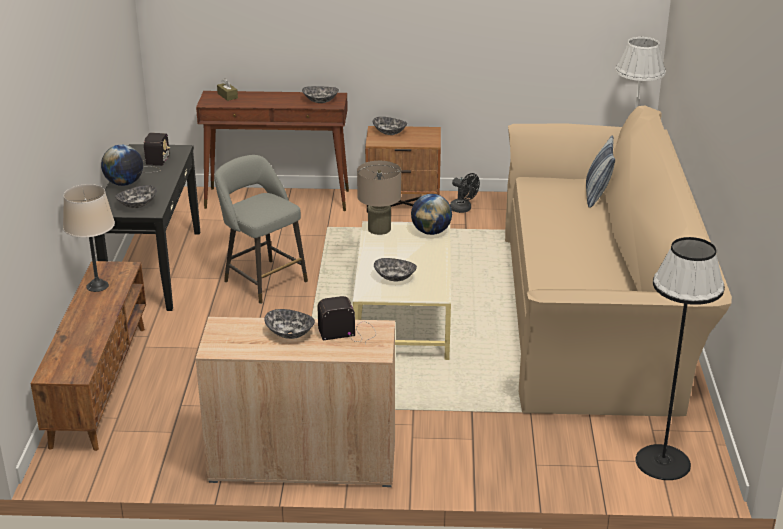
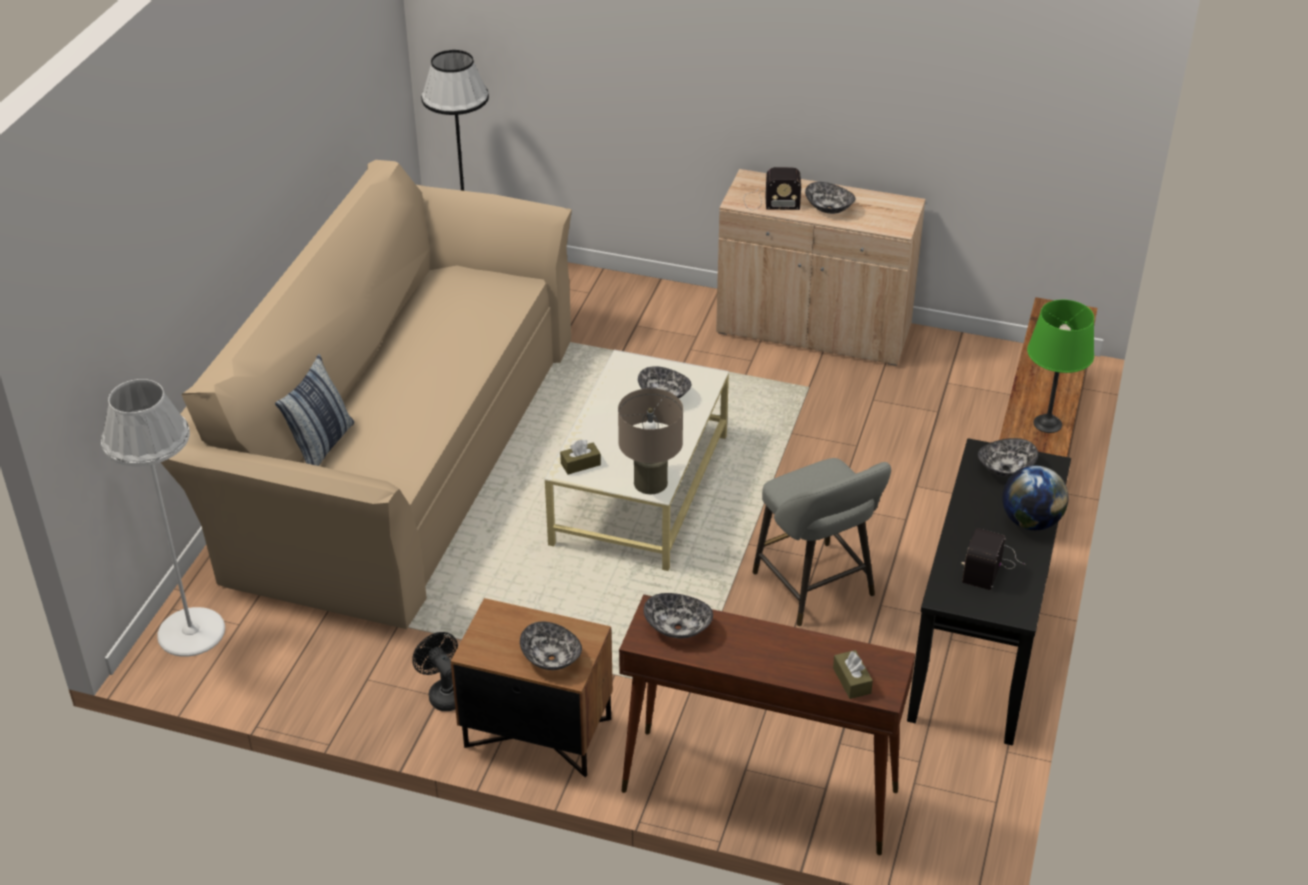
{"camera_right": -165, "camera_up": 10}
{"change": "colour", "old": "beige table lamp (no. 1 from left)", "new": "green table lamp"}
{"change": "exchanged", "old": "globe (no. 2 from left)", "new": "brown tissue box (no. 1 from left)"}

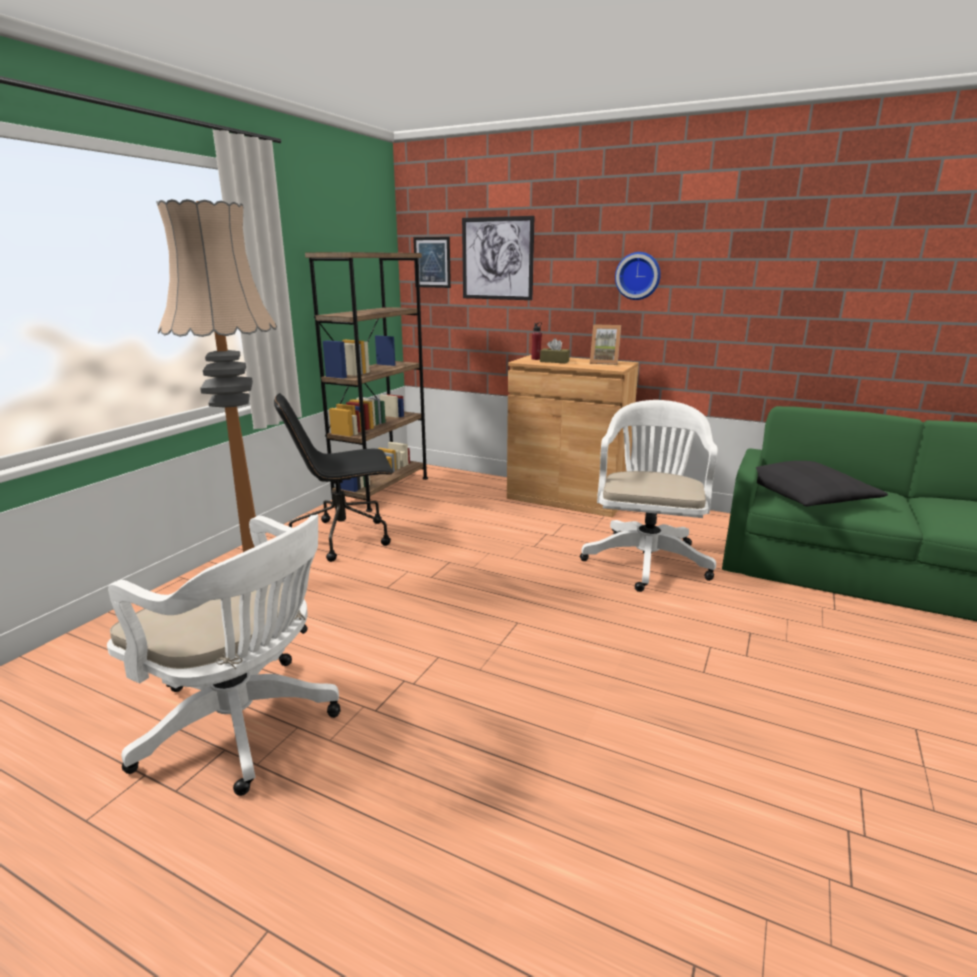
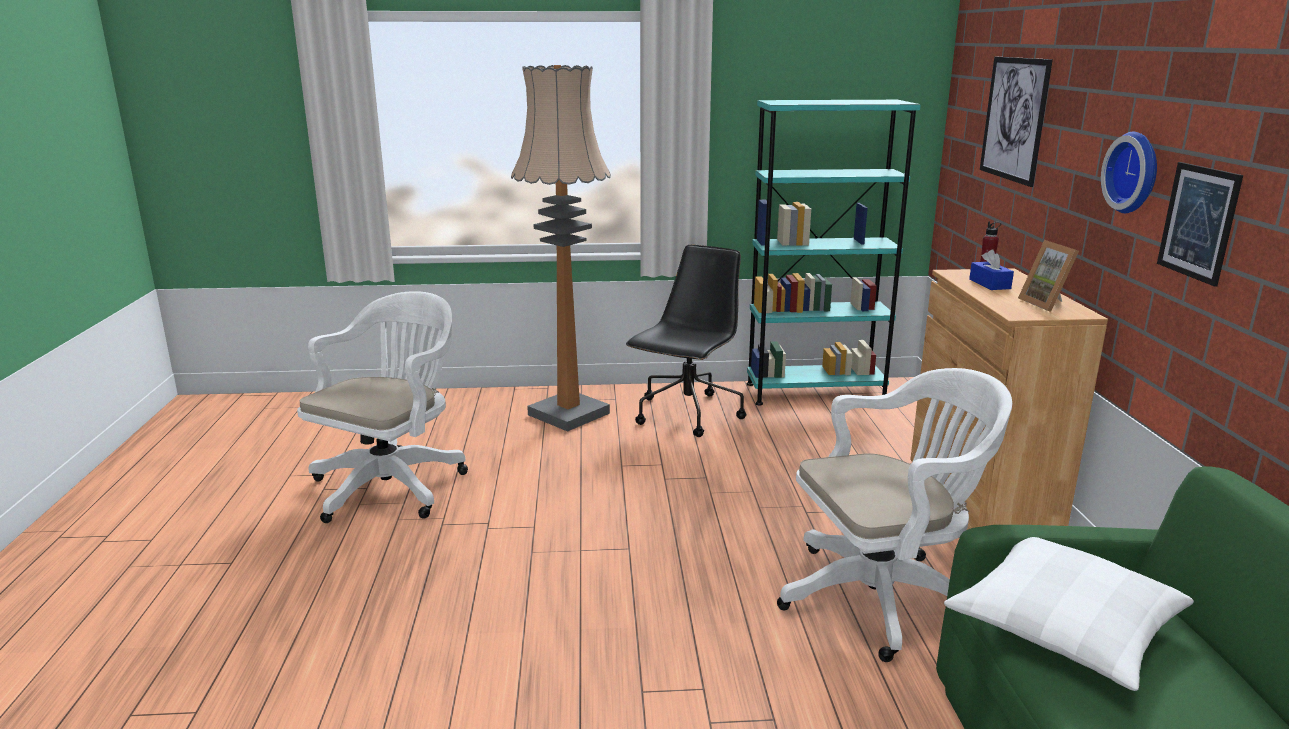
{"camera_right": 60, "camera_up": 0}
{"change": "spun", "old": "white office chair (no. 1 from left)", "degrees": -150}
{"change": "spun", "old": "black office chair", "degrees": 75}
{"change": "colour", "old": "brown bookcase", "new": "turquoise bookcase"}
{"change": "relocated", "old": "picture (no. 1 from left in the first image)", "new": "picture (no. 2 from left)"}
{"change": "colour", "old": "brown tissue box", "new": "blue tissue box"}
{"change": "colour", "old": "black pillow", "new": "white pillow"}

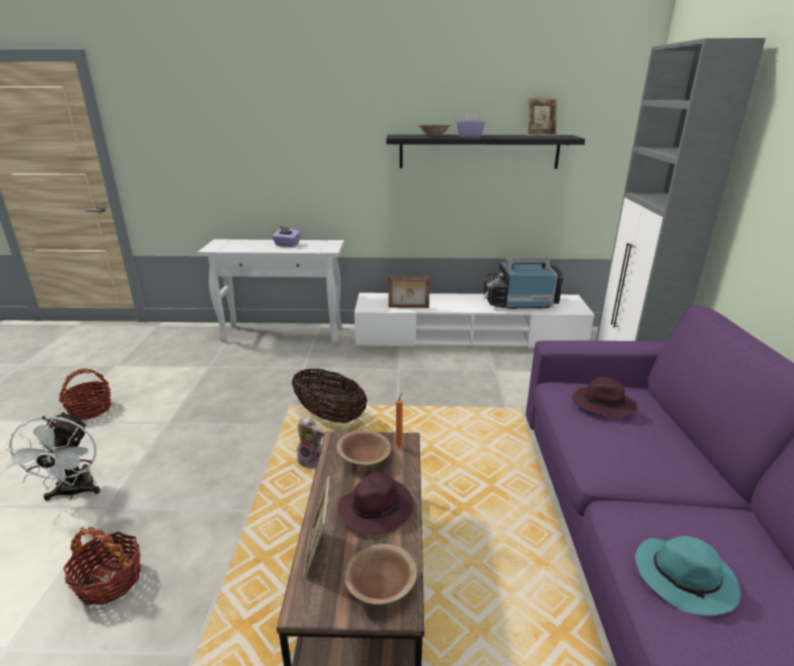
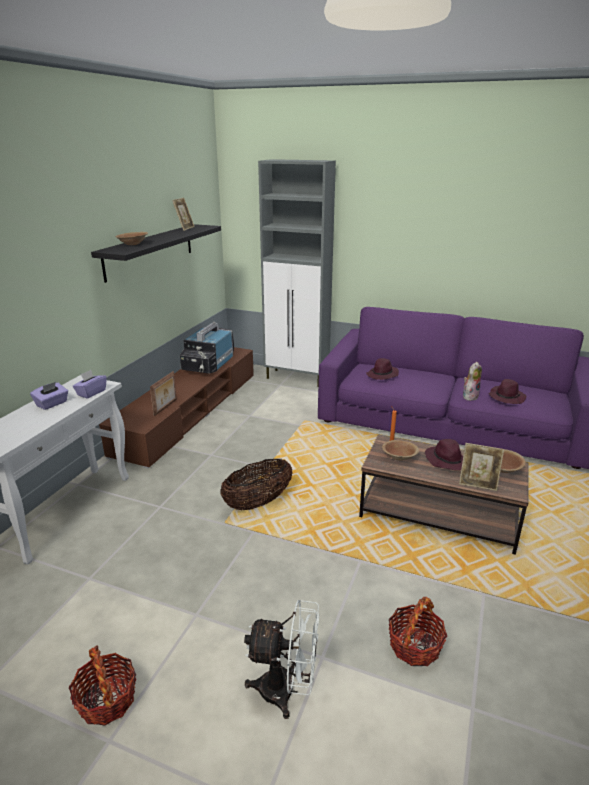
{"camera_right": -70, "camera_up": 0}
{"change": "relocated", "old": "plush toy"}
{"change": "colour", "old": "white tv stand", "new": "brown tv stand"}
{"change": "relocated", "old": "purple tissue box (no. 2 from left)"}
{"change": "colour", "old": "turquoise hat", "new": "purple hat (no. 3 from left)"}

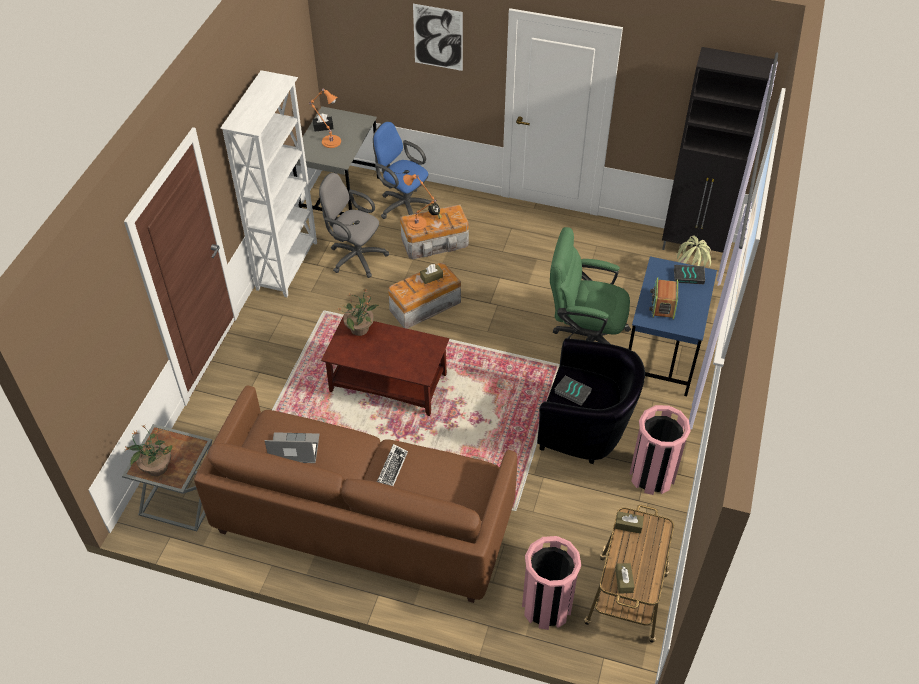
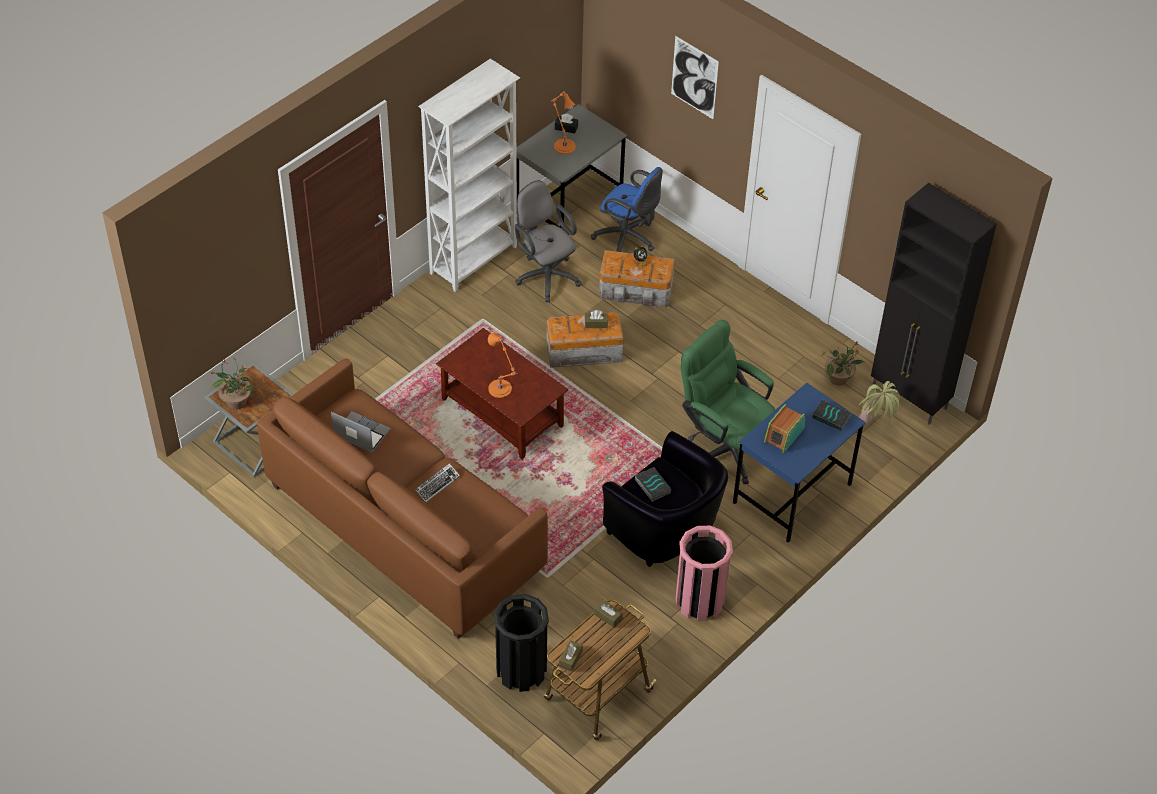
{"camera_right": 25, "camera_up": 0}
{"change": "relocated", "old": "potted plant (no. 2 from left)"}
{"change": "spun", "old": "blue office chair", "degrees": 150}
{"change": "relocated", "old": "orange table lamp (no. 2 from left in the first image)", "new": "orange table lamp (no. 1 from left)"}
{"change": "colour", "old": "pink trash can (no. 1 from left)", "new": "black trash can"}

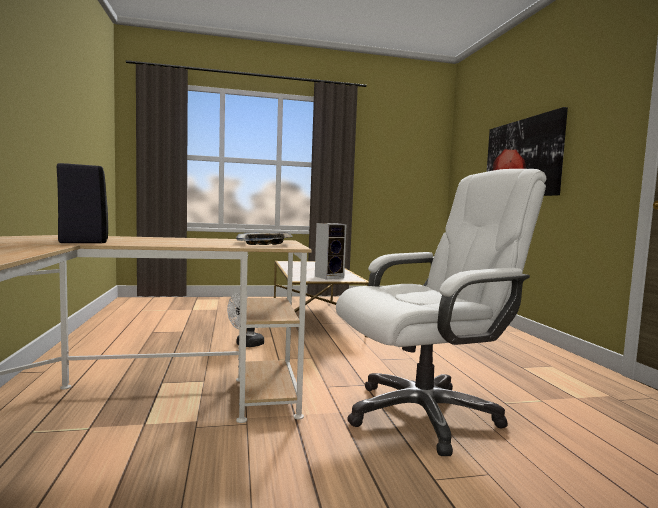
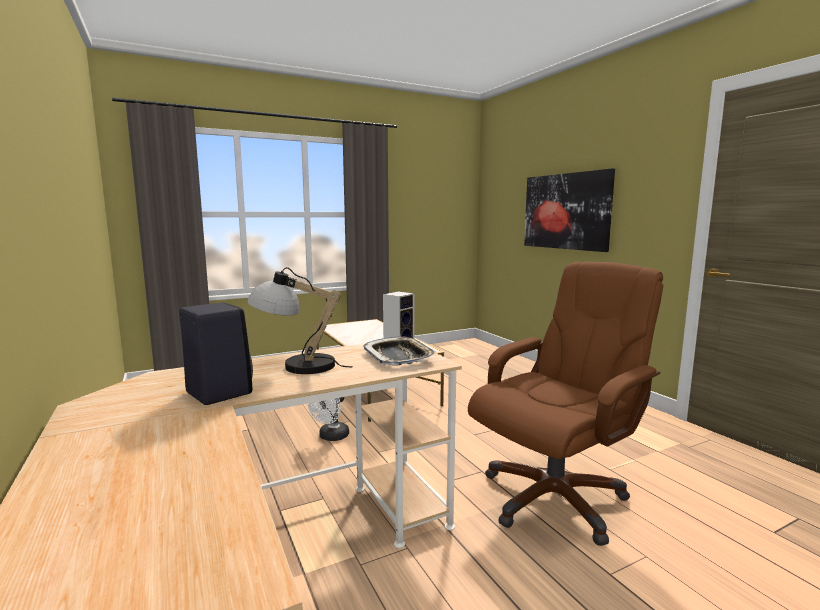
{"camera_right": -15, "camera_up": 5}
{"change": "colour", "old": "white office chair", "new": "brown office chair"}
{"change": "appeared", "new": "table lamp"}

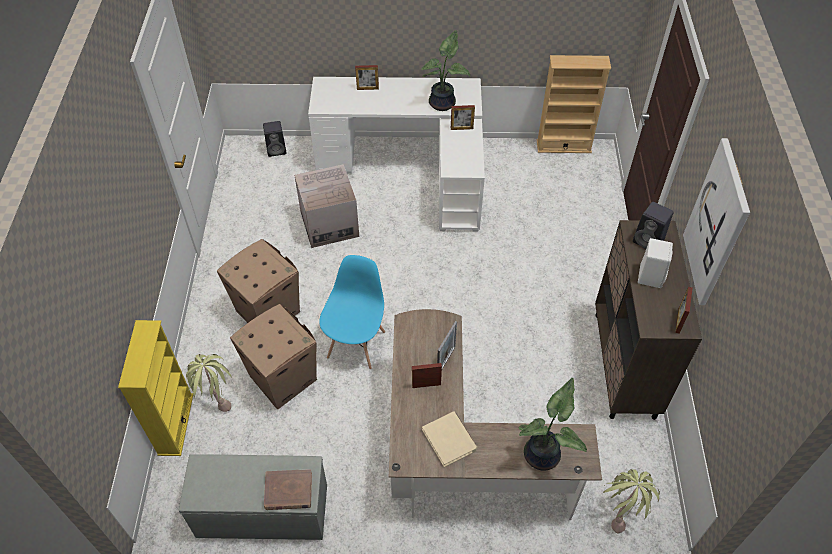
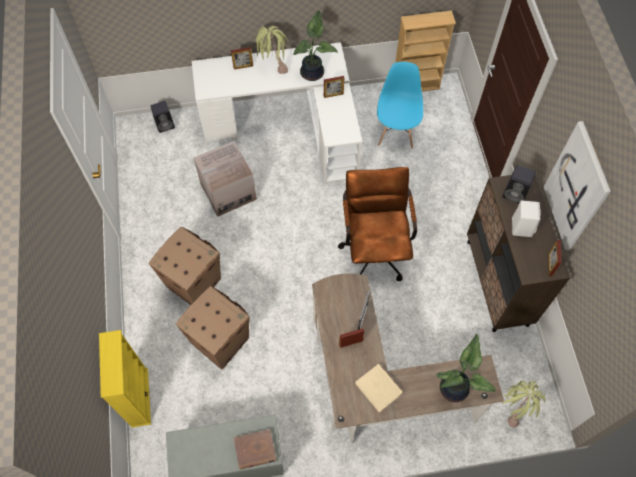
{"camera_right": -10, "camera_up": 10}
{"change": "relocated", "old": "potted plant (no. 1 from left)"}
{"change": "relocated", "old": "blue chair"}
{"change": "appeared", "new": "brown office chair"}

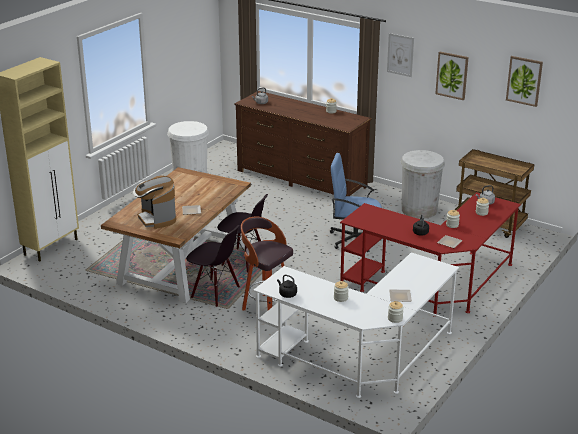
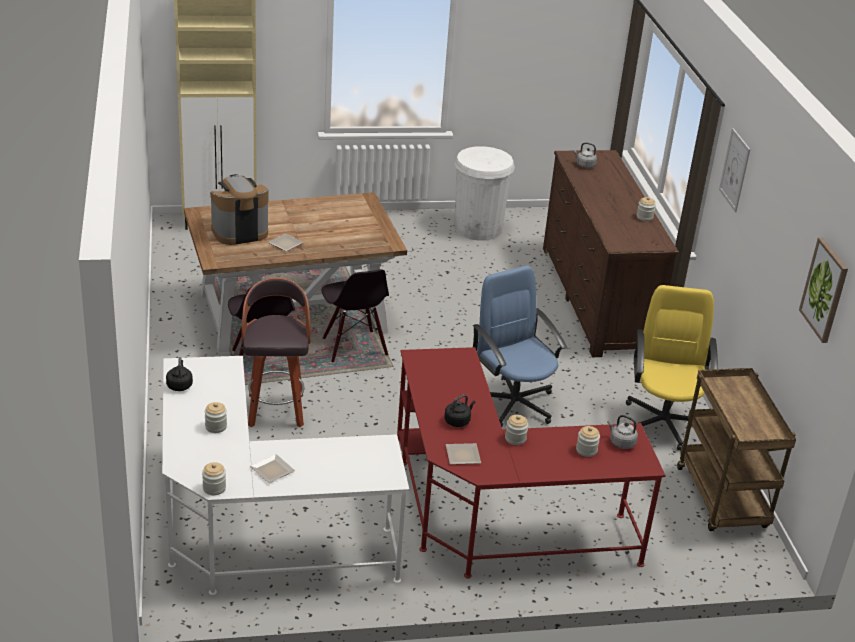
{"camera_right": 45, "camera_up": 5}
{"change": "spun", "old": "coffee machine", "degrees": 45}
{"change": "exchanged", "old": "white trash can (no. 2 from left)", "new": "yellow office chair"}
{"change": "missing", "old": "picture (no. 2 from left)"}

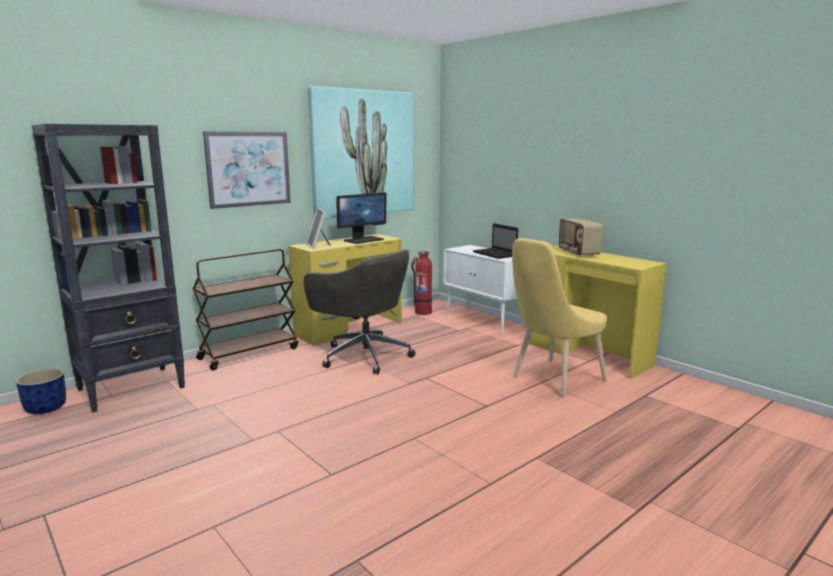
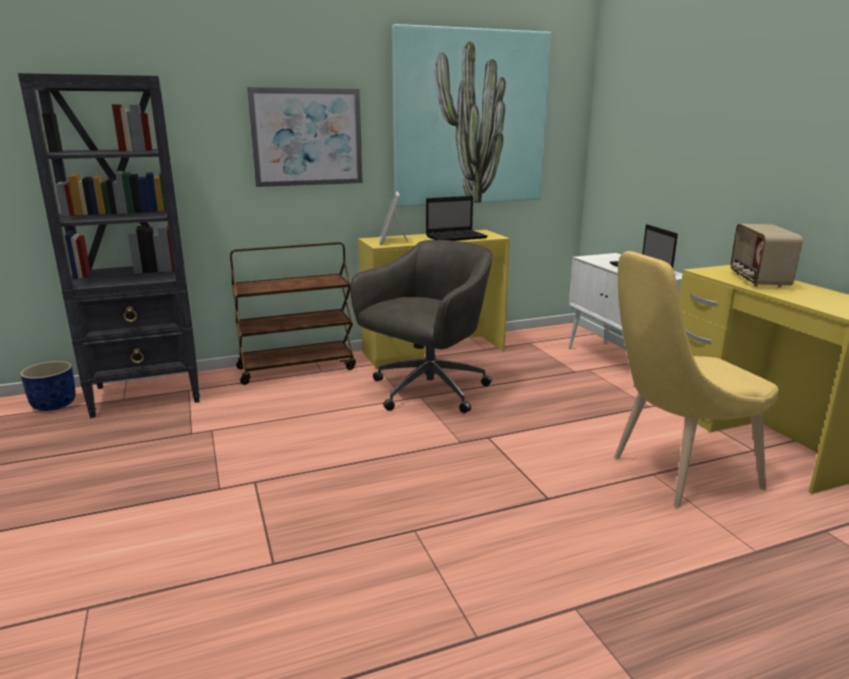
{"camera_right": 20, "camera_up": 5}
{"change": "spun", "old": "grey office chair", "degrees": -105}
{"change": "exchanged", "old": "monitor", "new": "laptop (no. 1 from left)"}
{"change": "missing", "old": "fire extinguisher"}

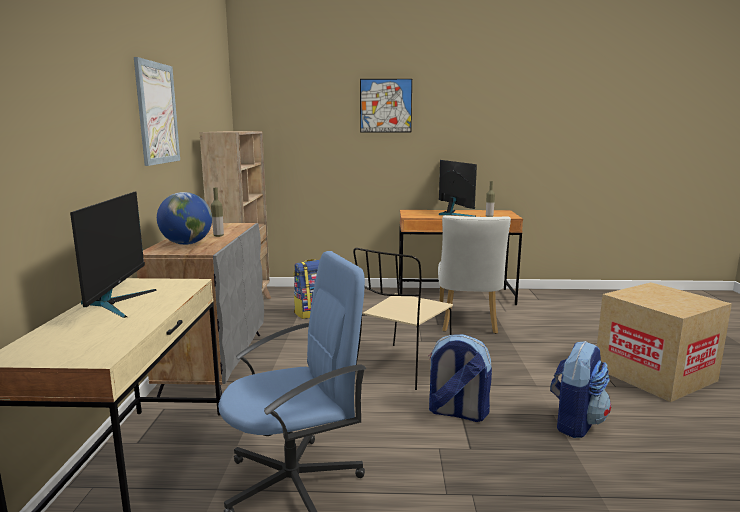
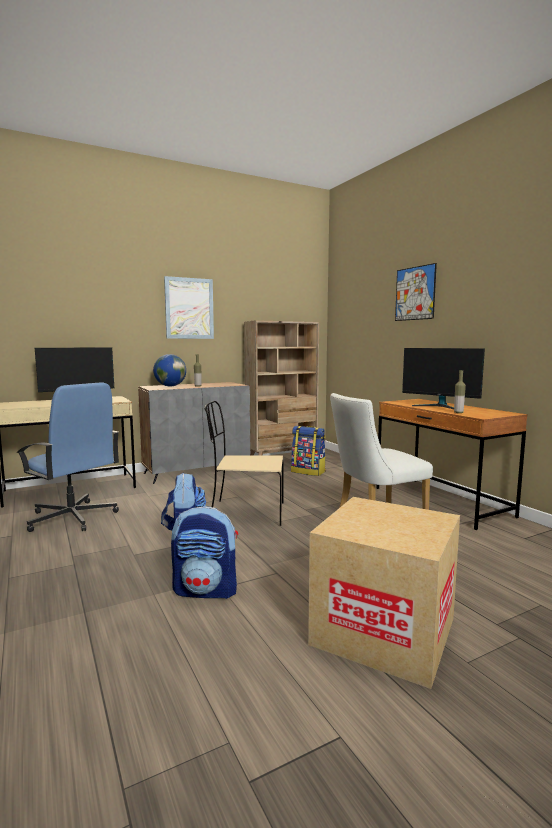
{"camera_right": 60, "camera_up": -5}
{"change": "spun", "old": "monitor (no. 2 from left)", "degrees": 90}

